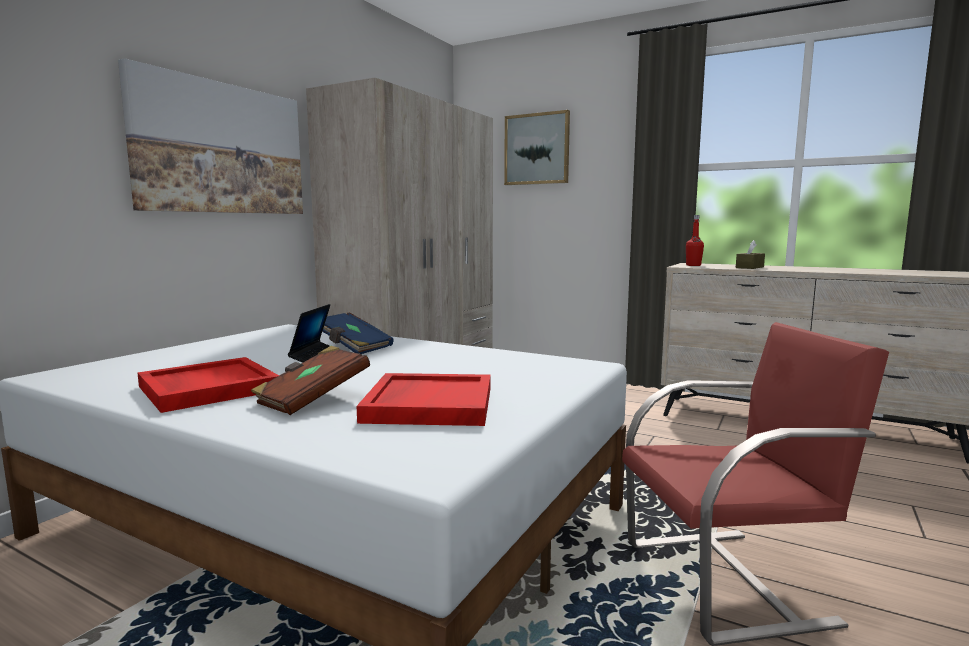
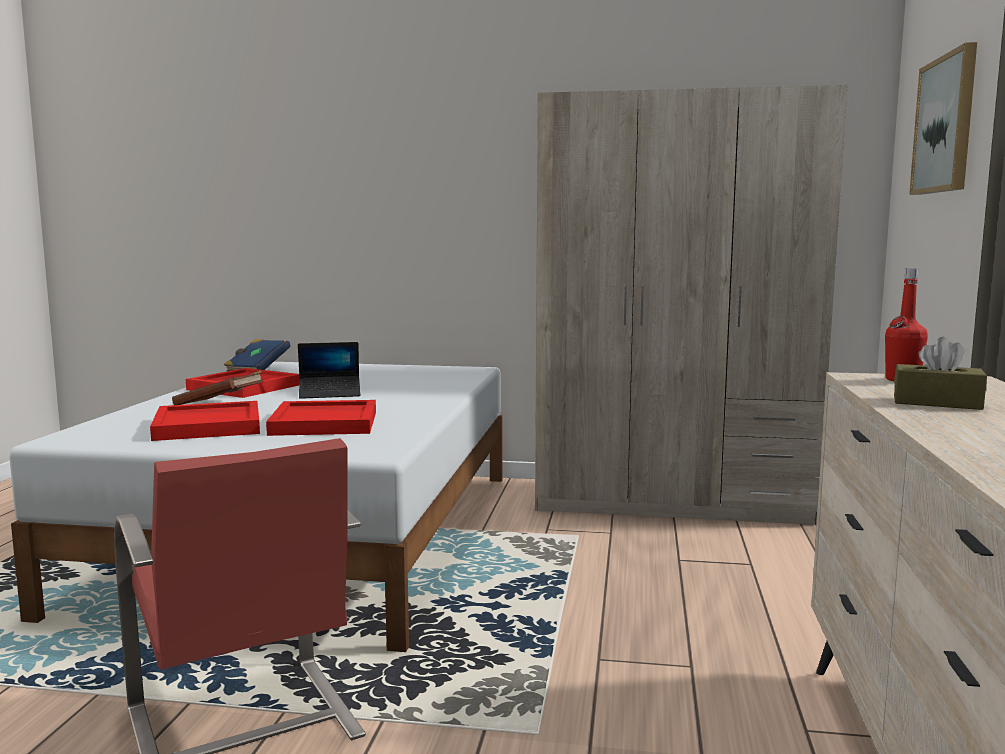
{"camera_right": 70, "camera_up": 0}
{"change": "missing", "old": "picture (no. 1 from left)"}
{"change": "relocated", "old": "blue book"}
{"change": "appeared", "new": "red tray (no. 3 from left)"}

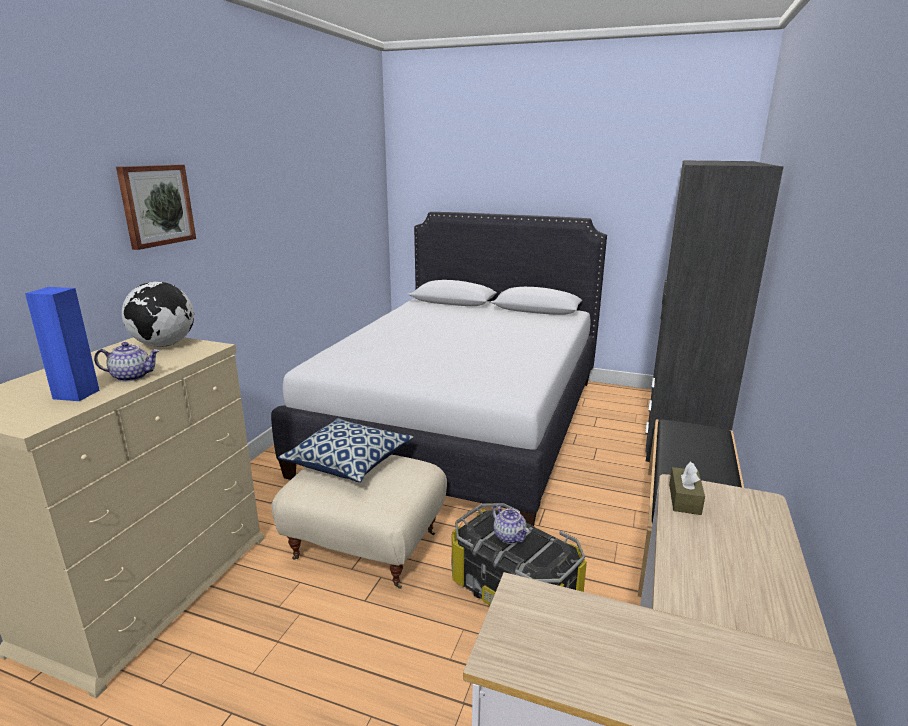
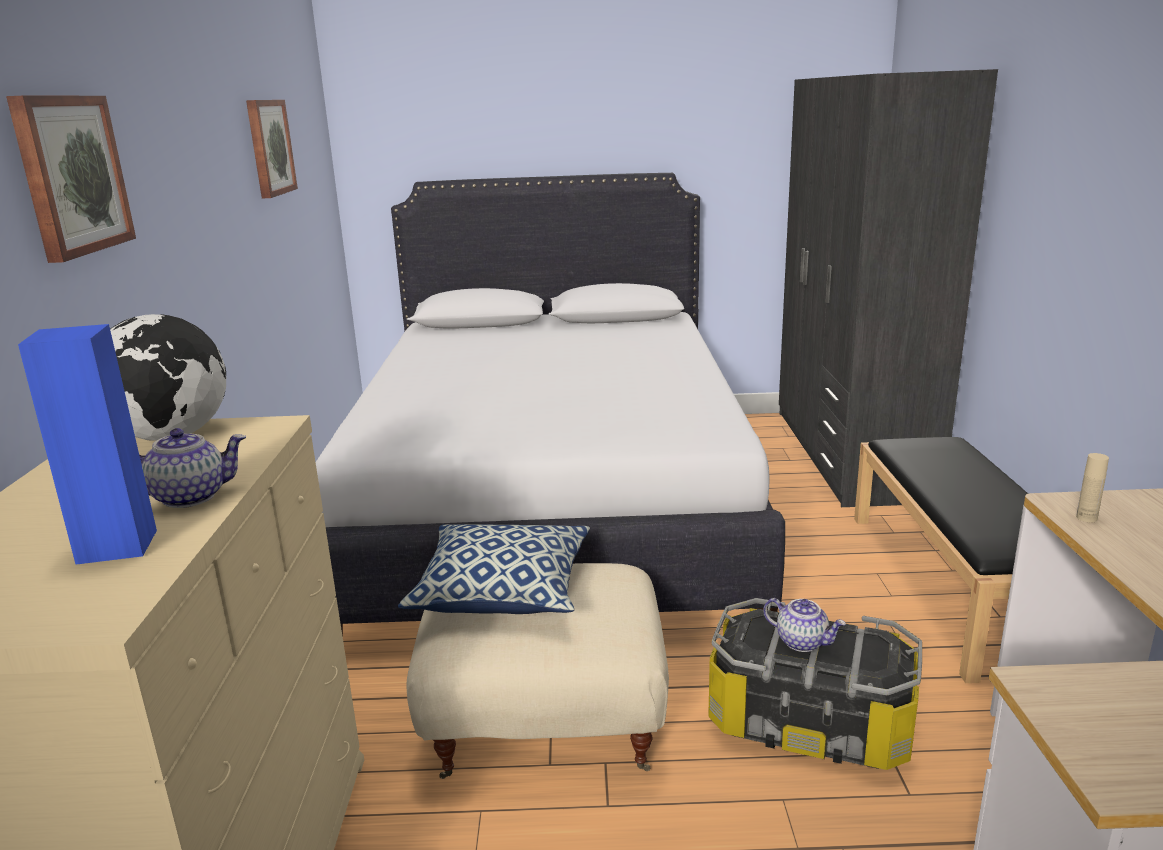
{"camera_right": -20, "camera_up": 0}
{"change": "exchanged", "old": "brown tissue box", "new": "beige bottle"}
{"change": "appeared", "new": "picture (no. 2 from left)"}

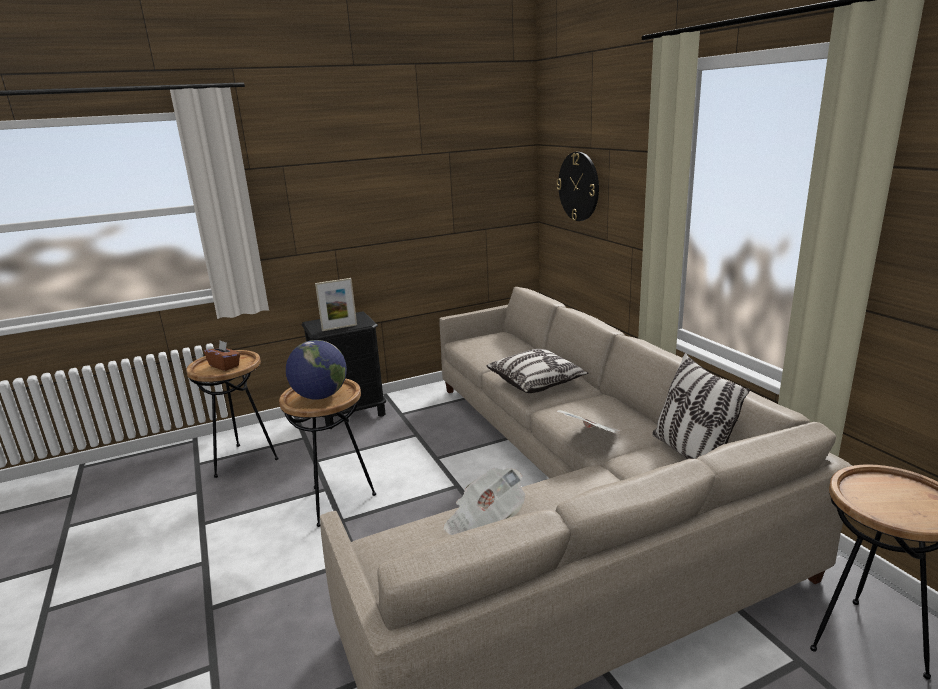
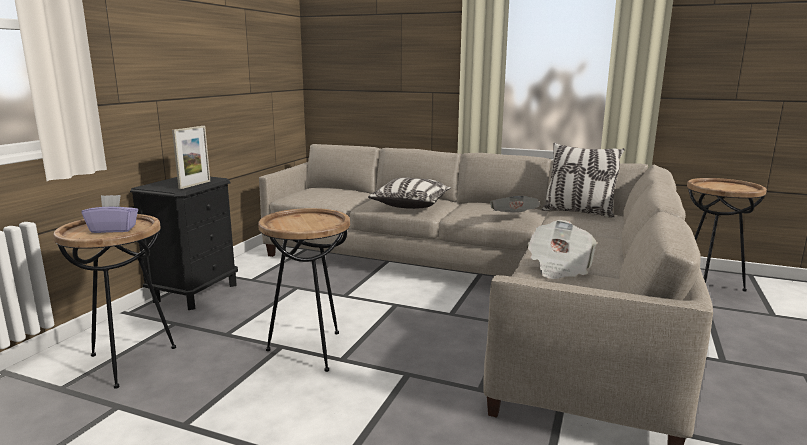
{"camera_right": -45, "camera_up": -5}
{"change": "colour", "old": "brown tissue box", "new": "purple tissue box"}
{"change": "missing", "old": "globe"}
{"change": "missing", "old": "wall clock"}

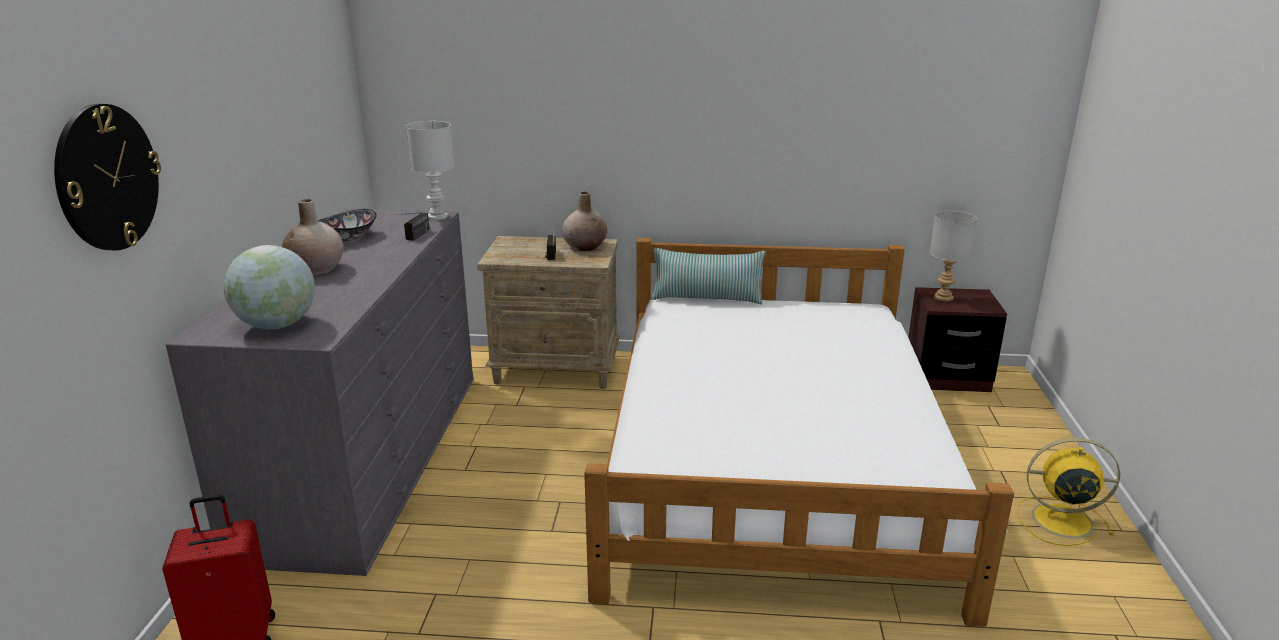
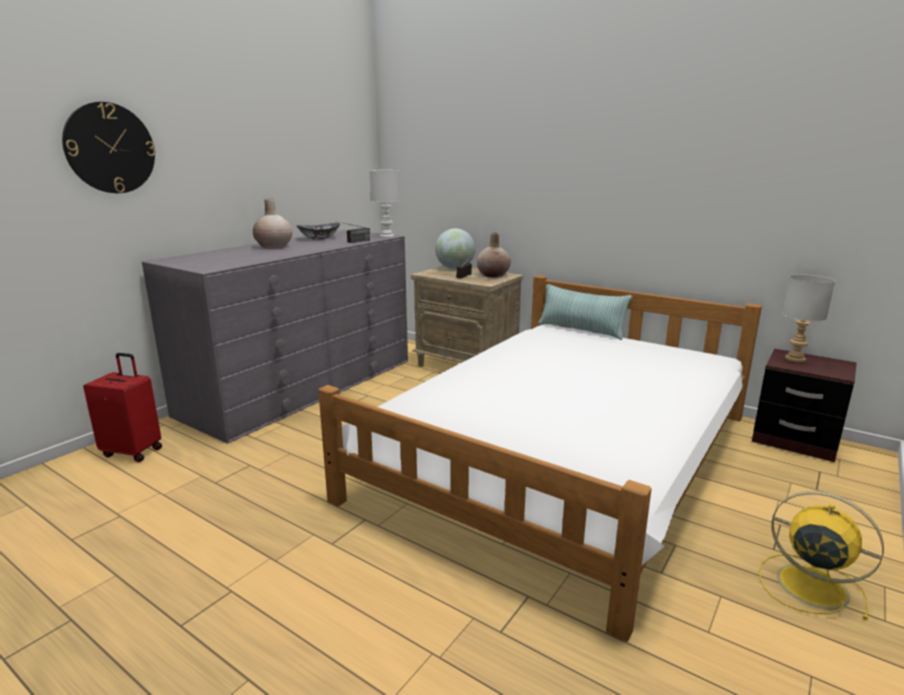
{"camera_right": 30, "camera_up": -5}
{"change": "relocated", "old": "globe"}

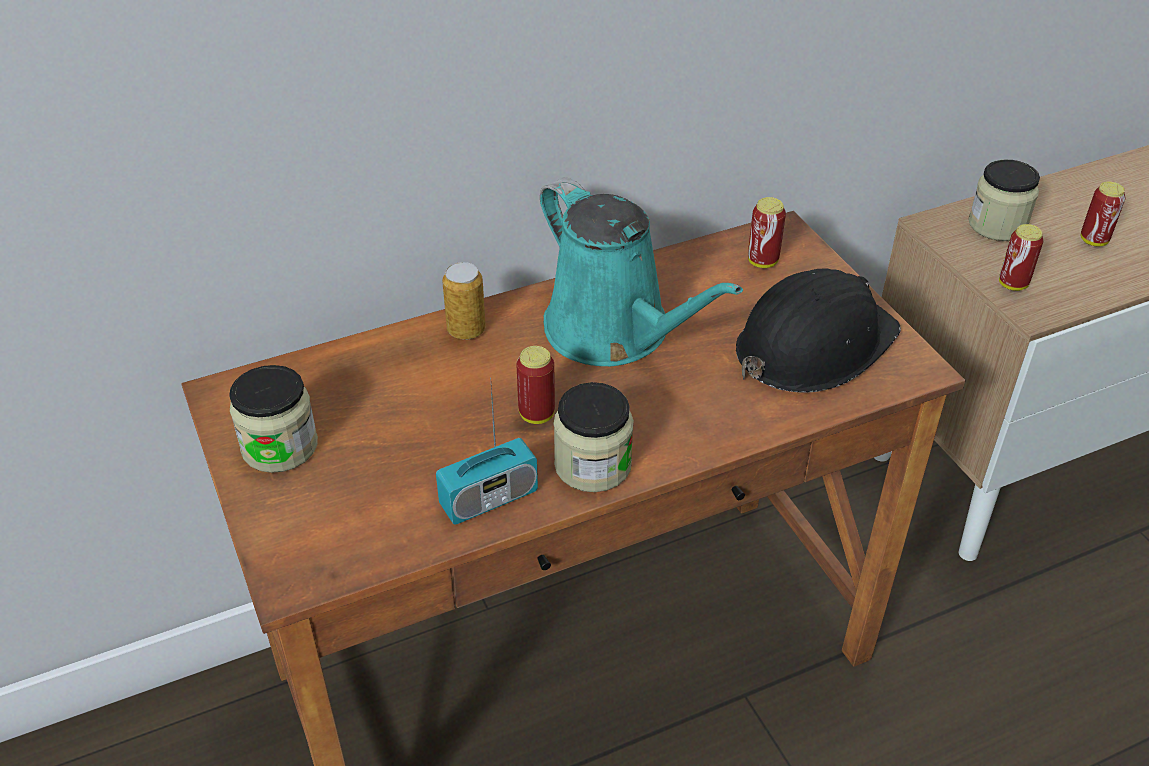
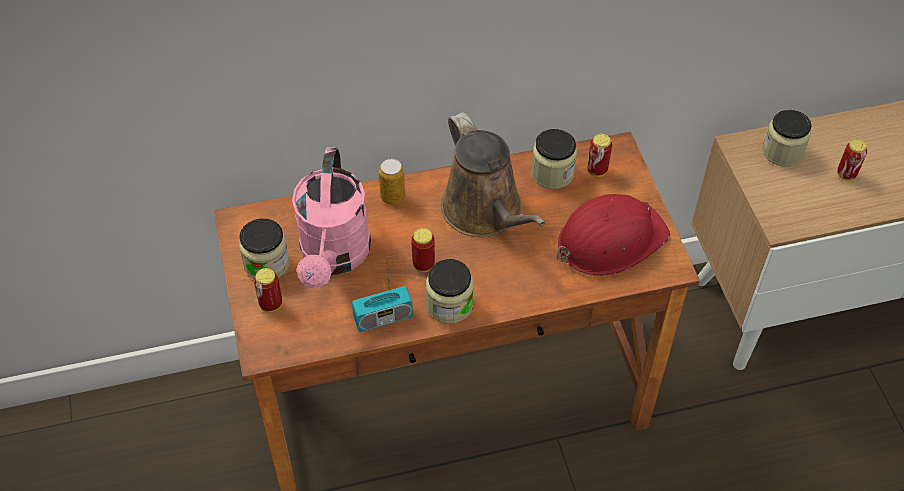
{"camera_right": 10, "camera_up": 10}
{"change": "colour", "old": "turquoise watering can", "new": "brown watering can"}
{"change": "colour", "old": "black hard hat", "new": "red hard hat"}
{"change": "relocated", "old": "can (no. 4 from left in the first image)", "new": "can (no. 1 from left)"}
{"change": "appeared", "new": "pink watering can"}
{"change": "appeared", "new": "jar (no. 3 from left)"}

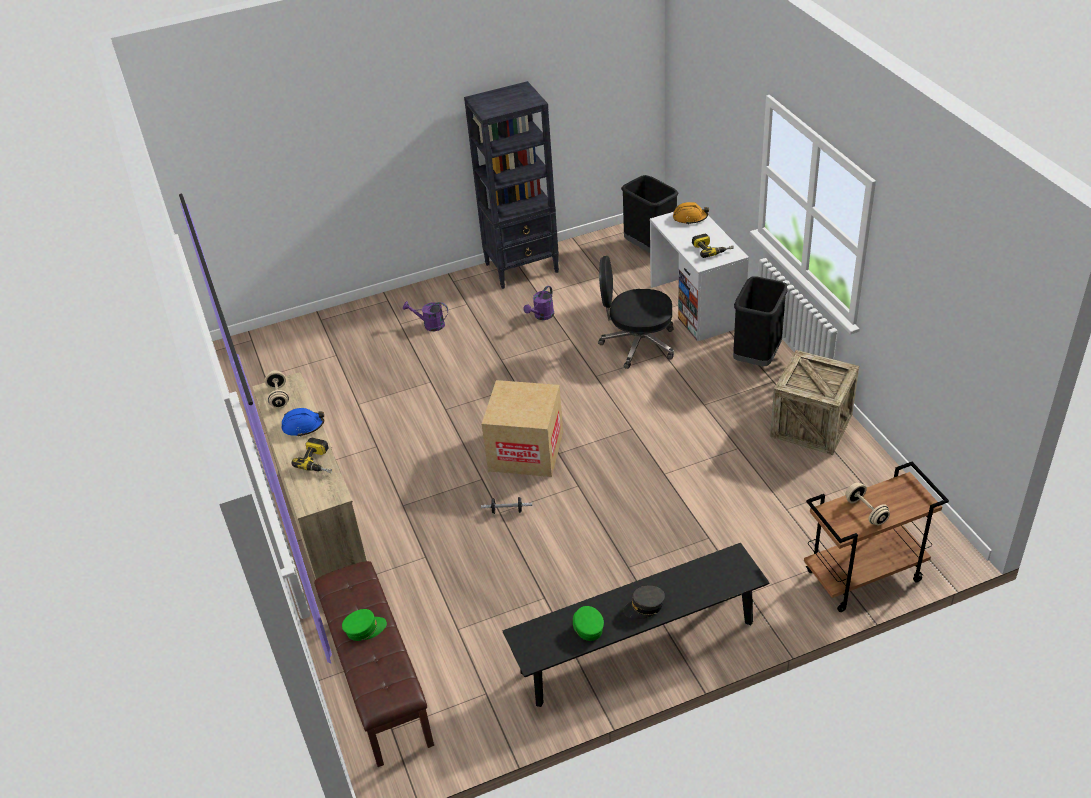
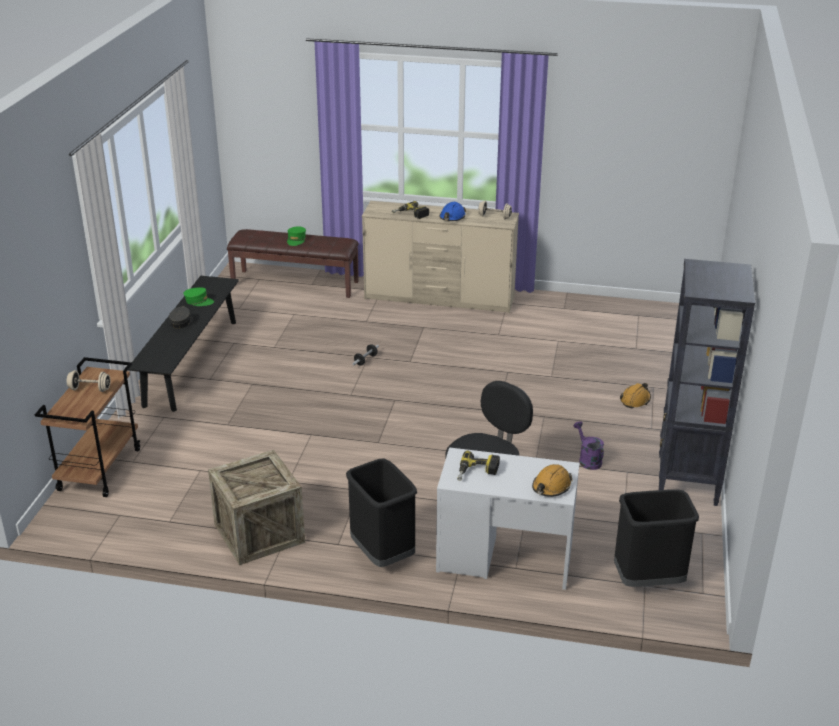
{"camera_right": 120, "camera_up": -10}
{"change": "exchanged", "old": "purple watering can (no. 1 from left)", "new": "orange hard hat (no. 2 from left)"}
{"change": "missing", "old": "cardboard box"}

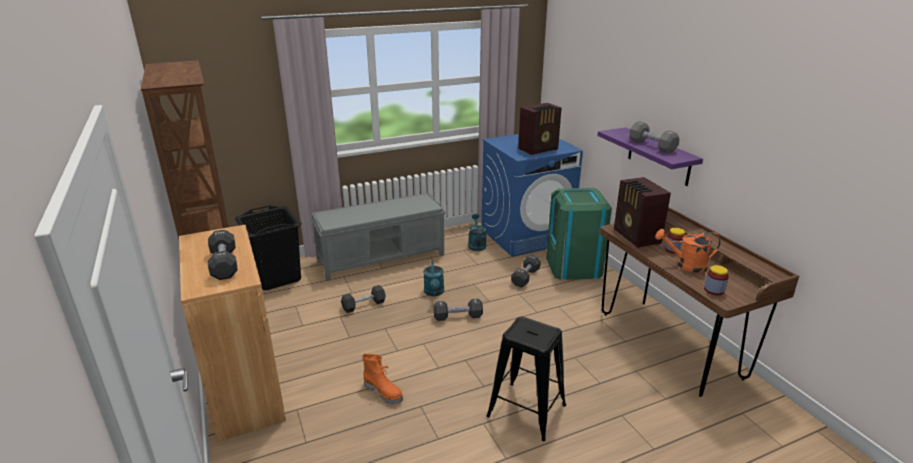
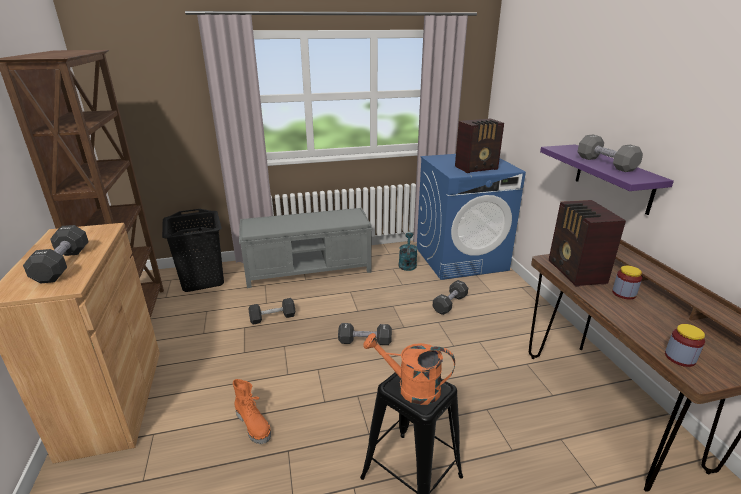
{"camera_right": 10, "camera_up": 0}
{"change": "missing", "old": "turquoise watering can (no. 1 from left)"}
{"change": "missing", "old": "green trash can"}
{"change": "relocated", "old": "orange watering can"}

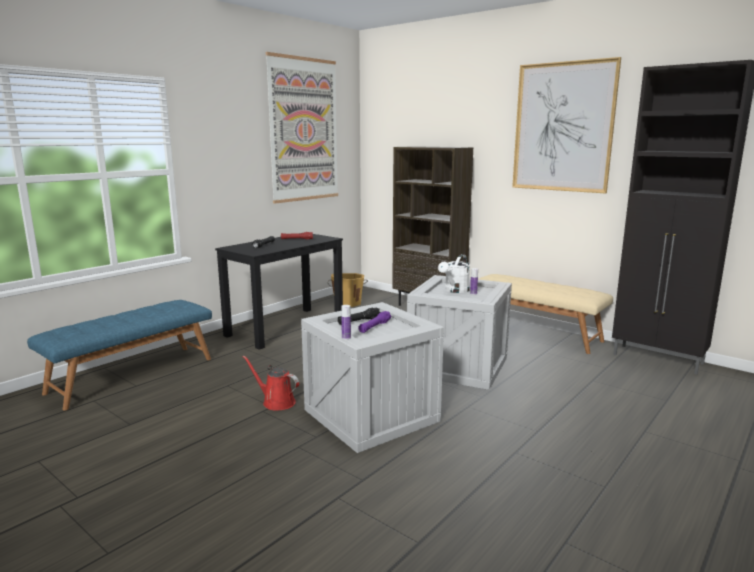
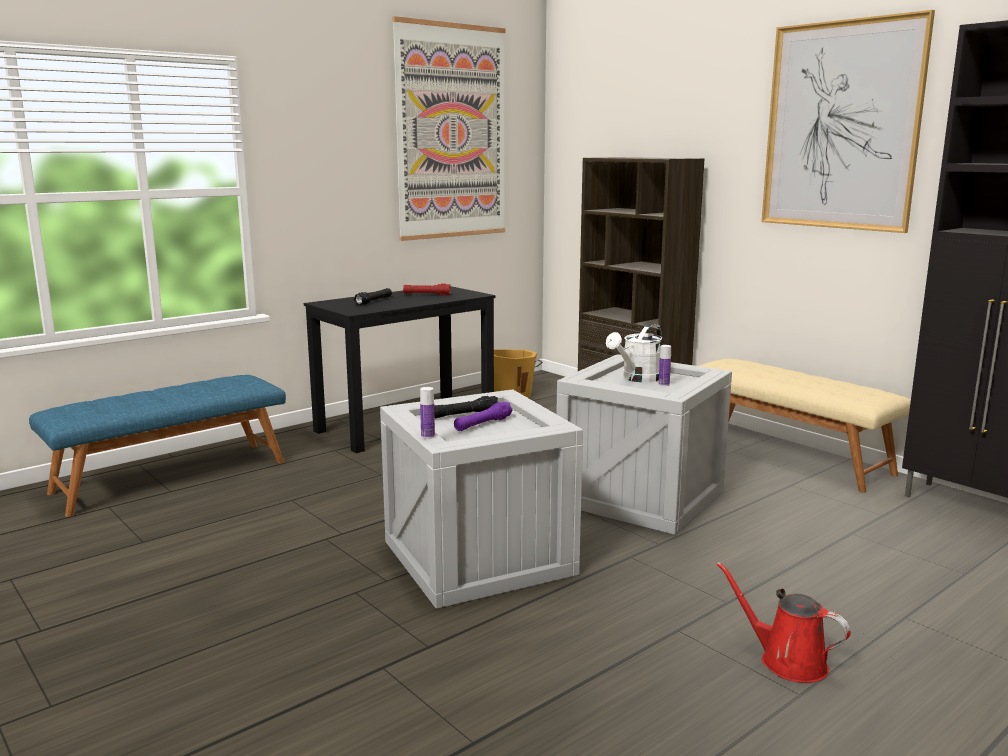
{"camera_right": 10, "camera_up": 0}
{"change": "relocated", "old": "red watering can"}

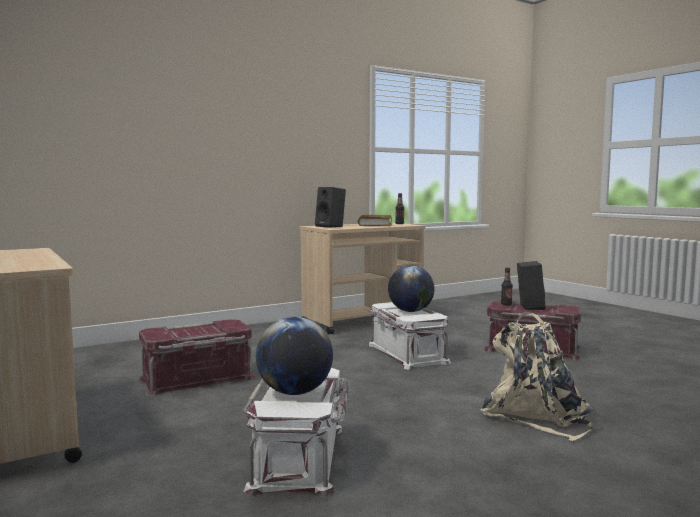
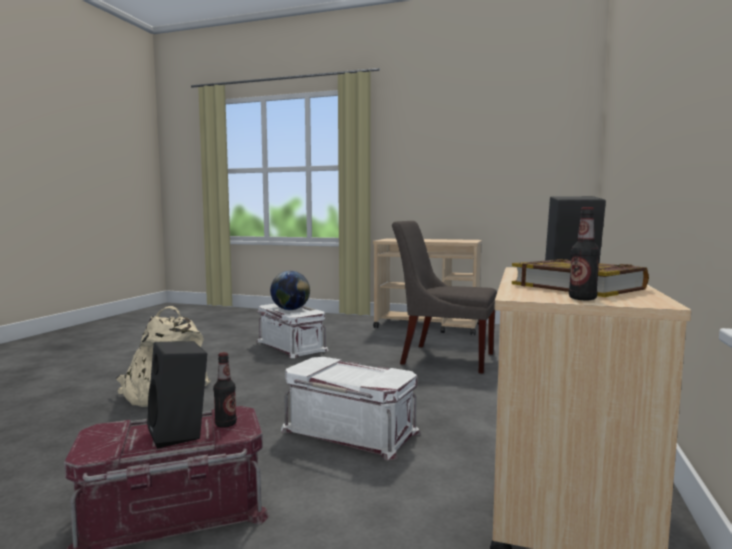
{"camera_right": 140, "camera_up": 0}
{"change": "exchanged", "old": "red storage box (no. 1 from left)", "new": "grey chair"}
{"change": "missing", "old": "globe (no. 2 from left)"}

